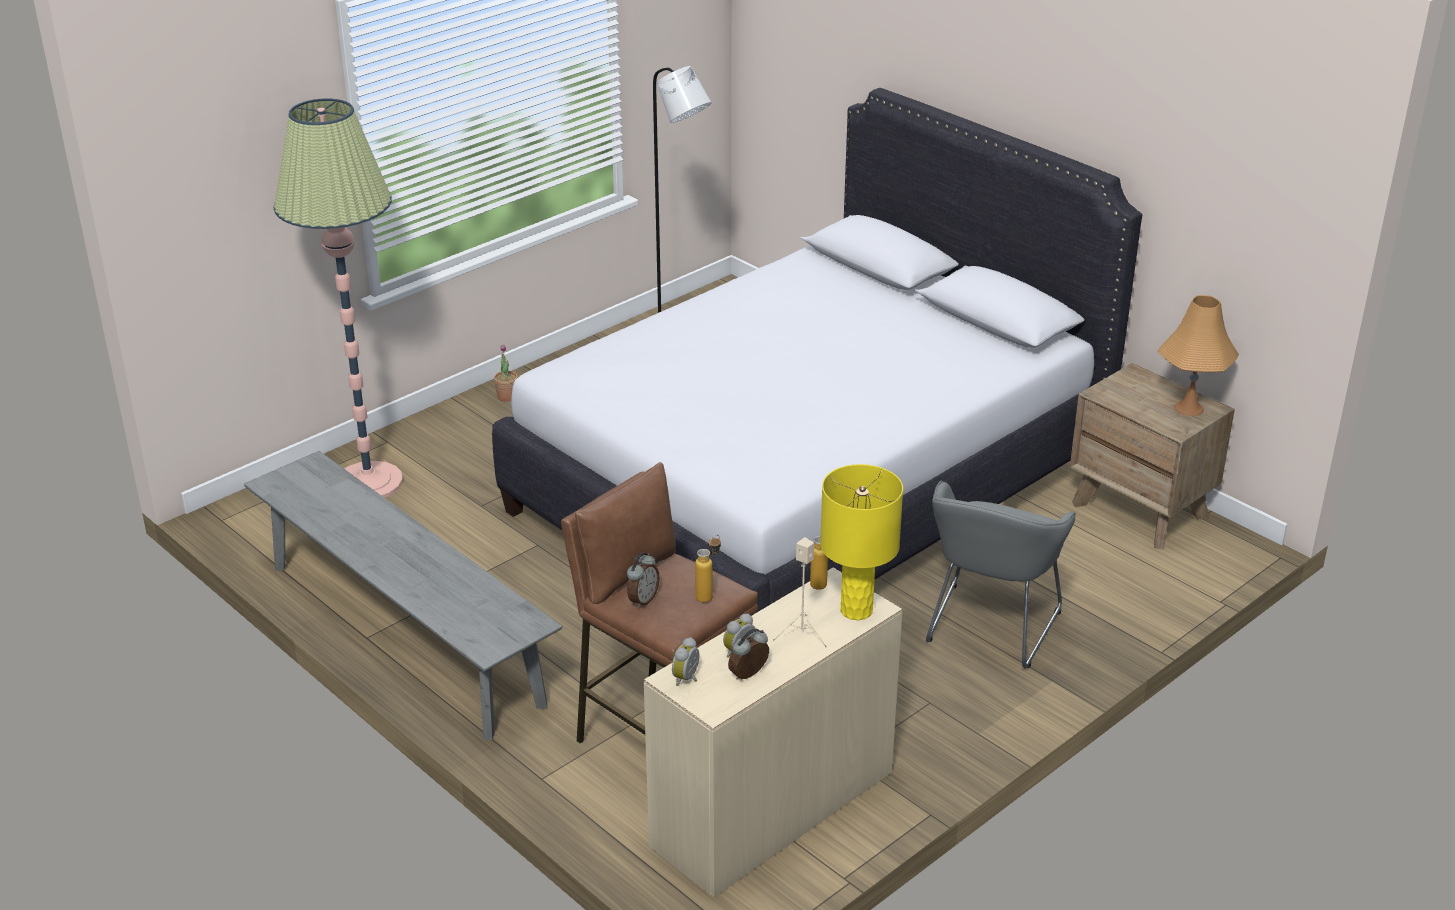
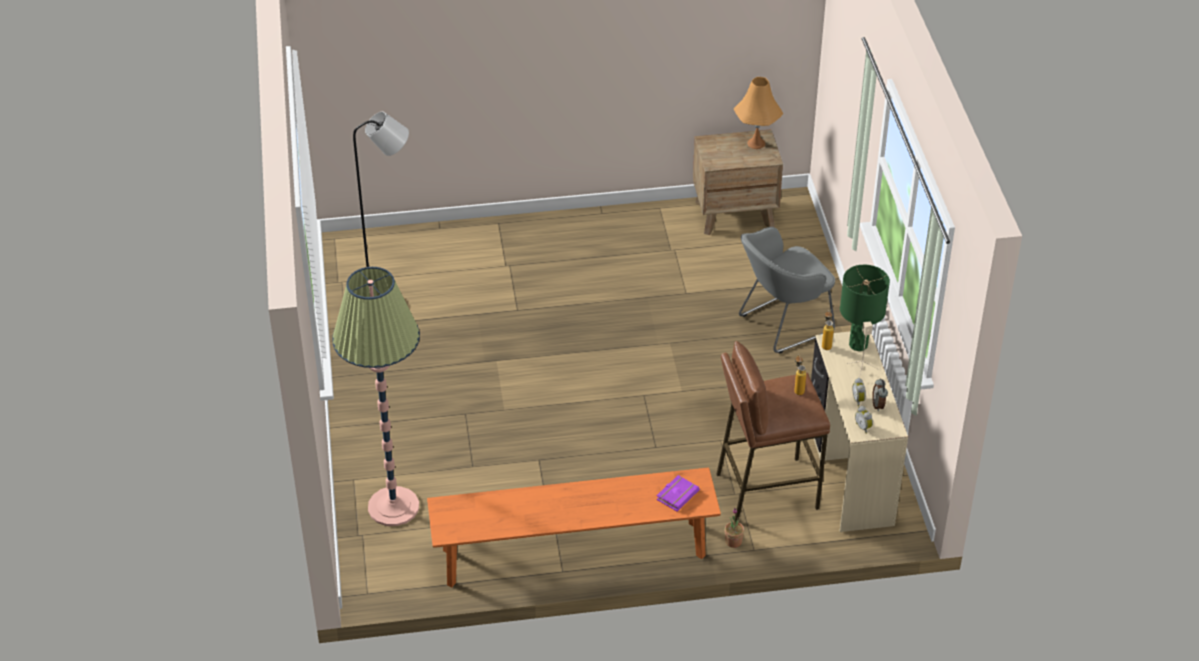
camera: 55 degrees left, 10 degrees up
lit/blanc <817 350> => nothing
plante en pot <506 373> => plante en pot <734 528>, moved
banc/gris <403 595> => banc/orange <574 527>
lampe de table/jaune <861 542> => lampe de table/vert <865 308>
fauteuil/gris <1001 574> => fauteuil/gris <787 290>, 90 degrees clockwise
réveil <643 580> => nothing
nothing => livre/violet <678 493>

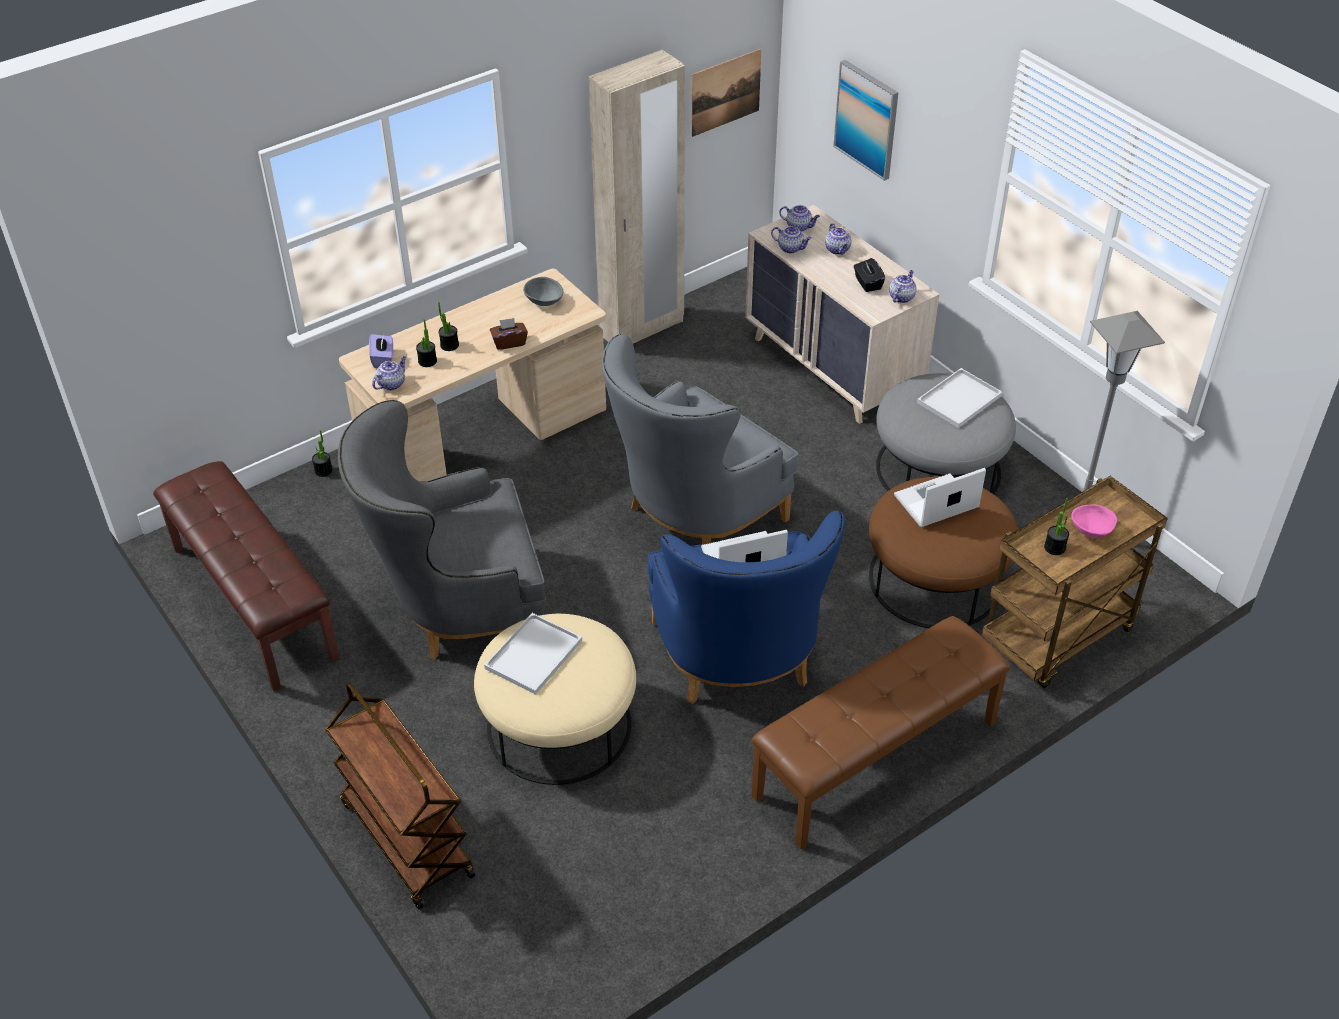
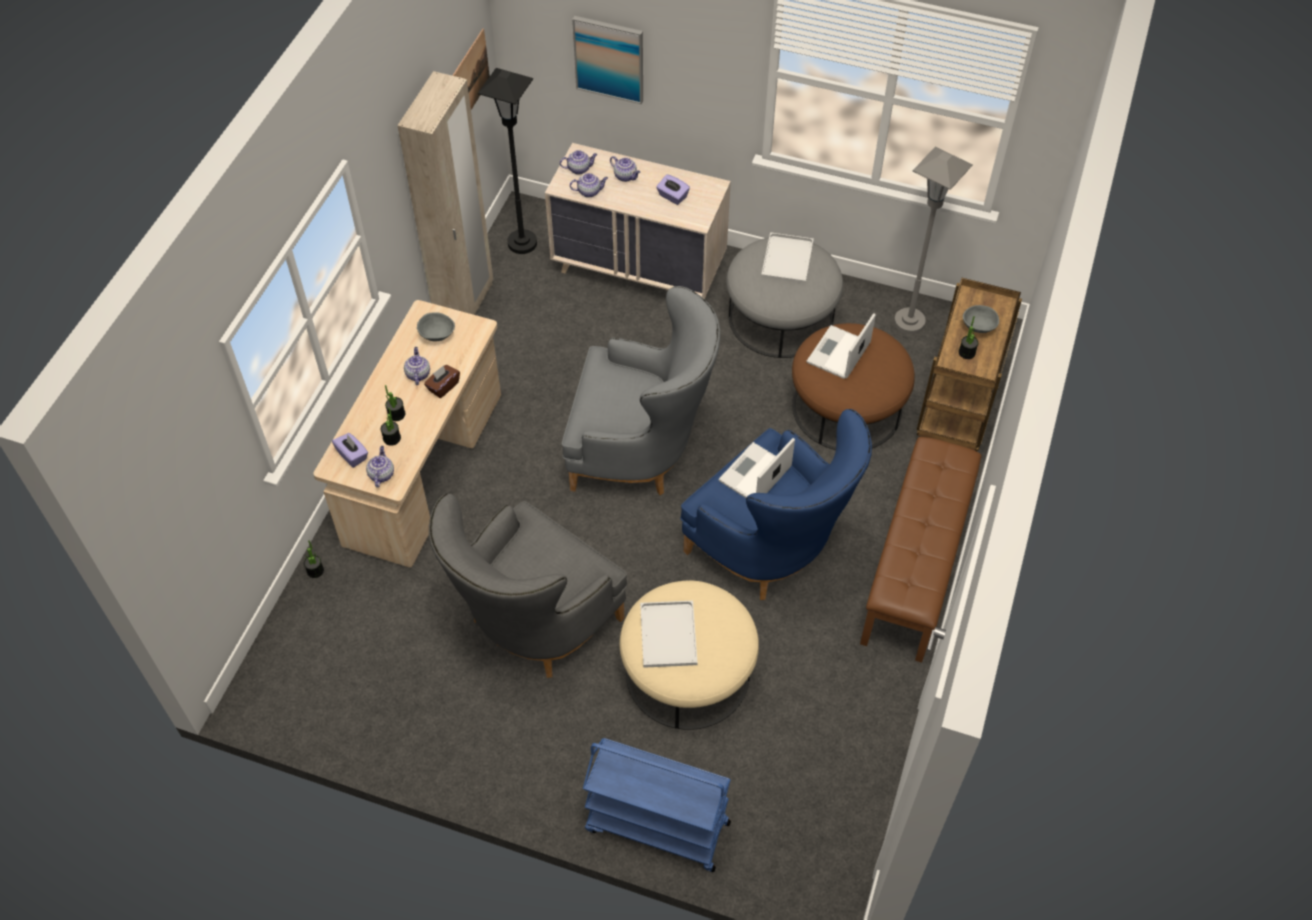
camera: 35 degrees left, 10 degrees up
boîte à mouchoirs/noir <869 275> => boîte à mouchoirs/violet <673 189>
théière <903 286> => théière <417 366>, moved
fauteuil/gris <700 439> => fauteuil/gris <641 390>, 90 degrees counterclockwise
banc/marron <246 576> => nothing
bol/rose <1094 521> => bol/gris <981 319>
chariot/marron <400 795> => chariot/bleu <657 805>
nothing => lampadaire/noir <507 161>

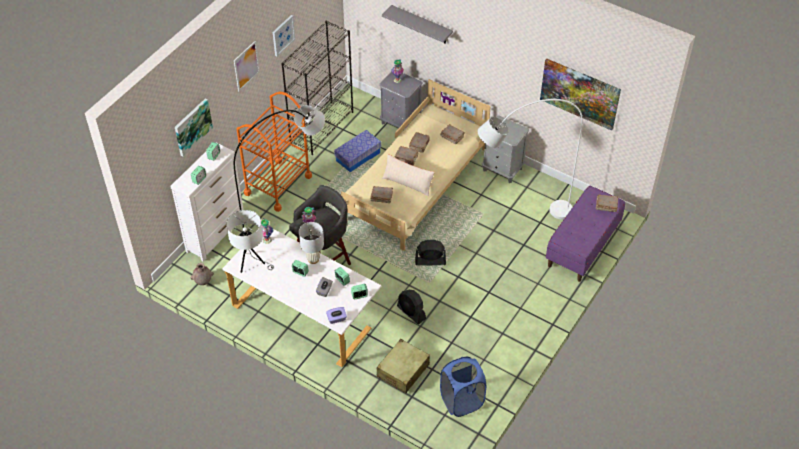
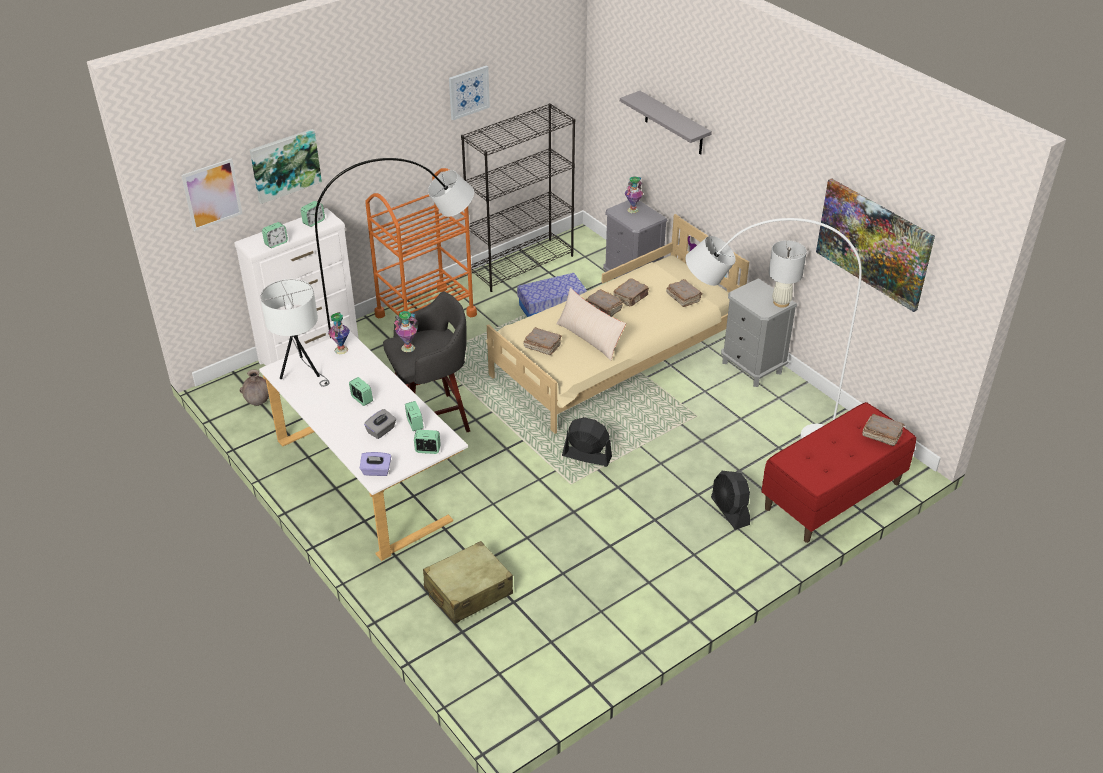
camera: 20 degrees right, 10 degrees down
tableau <247 66> => tableau <212 194>, moved
banc/violet <585 234> => banc/rouge <838 472>
lampe de table/blanc <311 243> => lampe de table/blanc <788 274>, moved
ventilateur/noir <411 307> => ventilateur/noir <730 500>, moved
panier à linge/bleu <463 387> => nothing

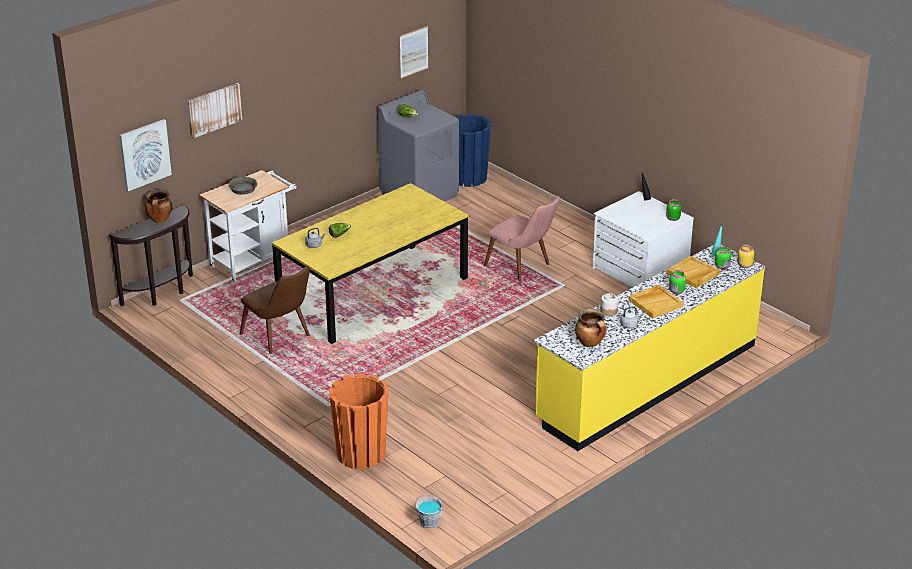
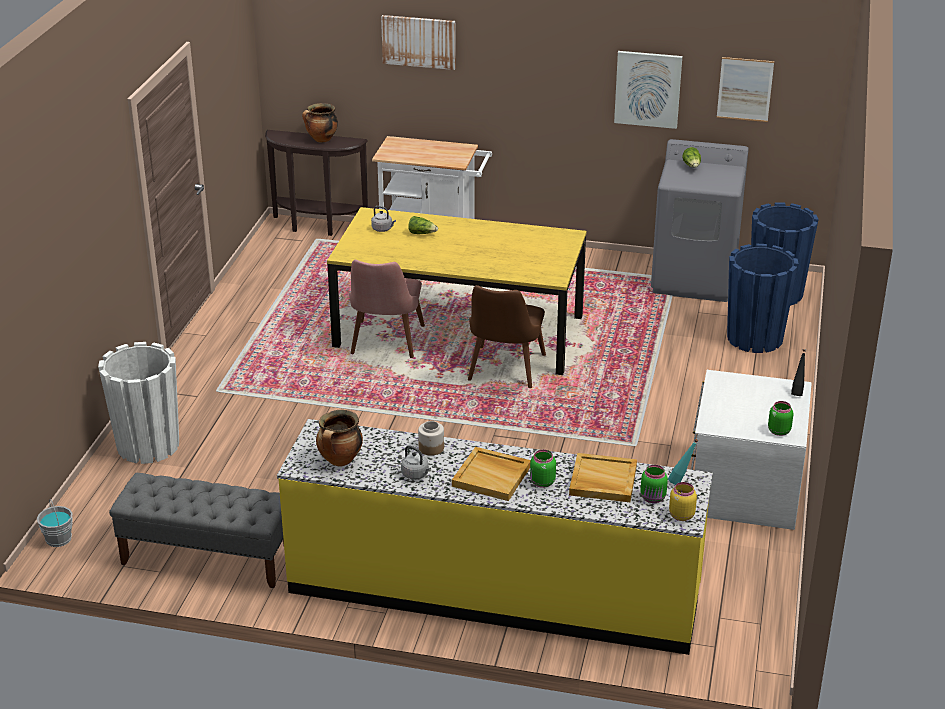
camera: 55 degrees right, 0 degrees up
tableau <145 155> => tableau <648 90>, moved
bol/gris <243 186> => nothing
chaise/rose <522 239> => chaise/rose <387 309>, moved
chaise/marron <275 310> => chaise/marron <507 336>, moved
cache-pot/orange <359 421> => cache-pot/blanc <138 403>
nothing => cache-pot/bleu <763 298>
nothing => banc/gris <196 530>

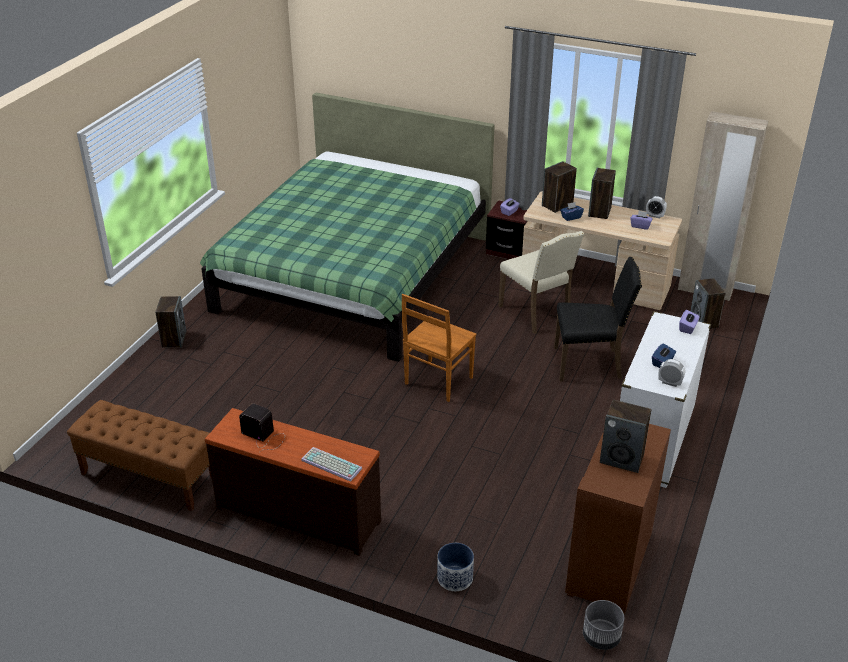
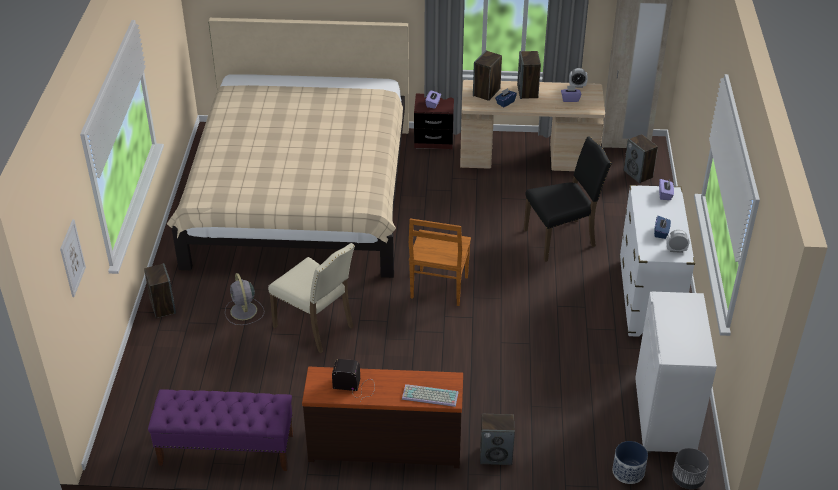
camera: 20 degrees left, 5 degrees up
lit/vert <347 227> => lit/beige <288 148>
chaise/beige <541 282> => chaise/beige <311 298>, moved
banc/marron <139 455> => banc/violet <220 430>
enceinte <625 436> => enceinte <497 439>, moved
meuble de rangement/marron <618 519> => meuble de rangement/blanc <676 372>
cache-pot <455 567> => cache-pot <630 462>, moved
nothing => tableau <73 258>
nothing => ventilateur/gris <244 299>

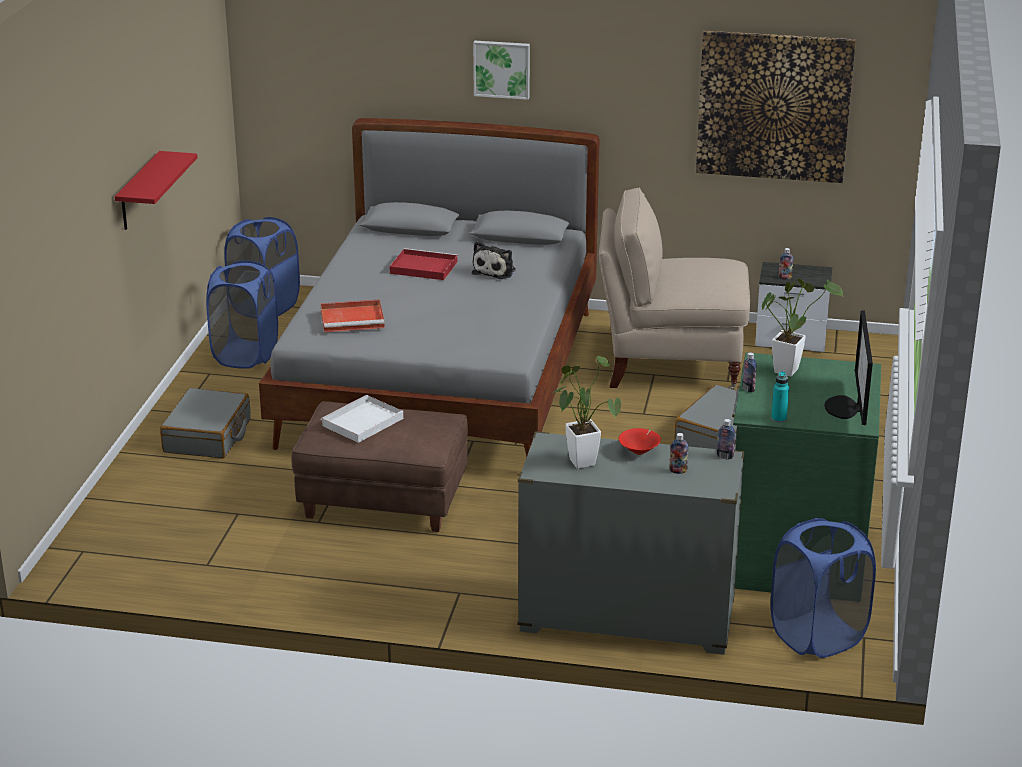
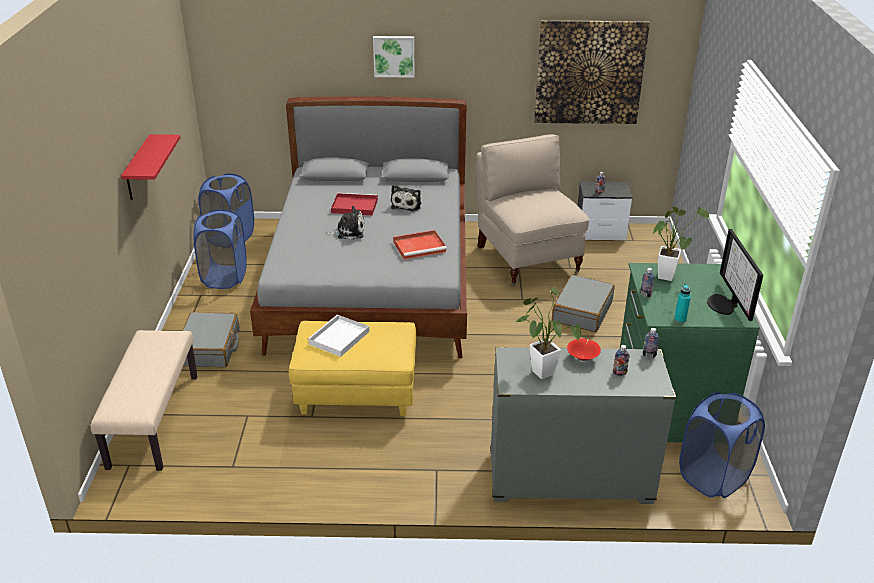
camera: 10 degrees left, 5 degrees up
chaise/beige <674 288> => chaise/beige <532 210>, 75 degrees clockwise
plateau/rouge <352 315> => plateau/rouge <420 245>, moved
pouf/marron <380 466> => pouf/jaune <353 368>
nothing => peluche <345 223>
nothing => banc/beige <144 400>

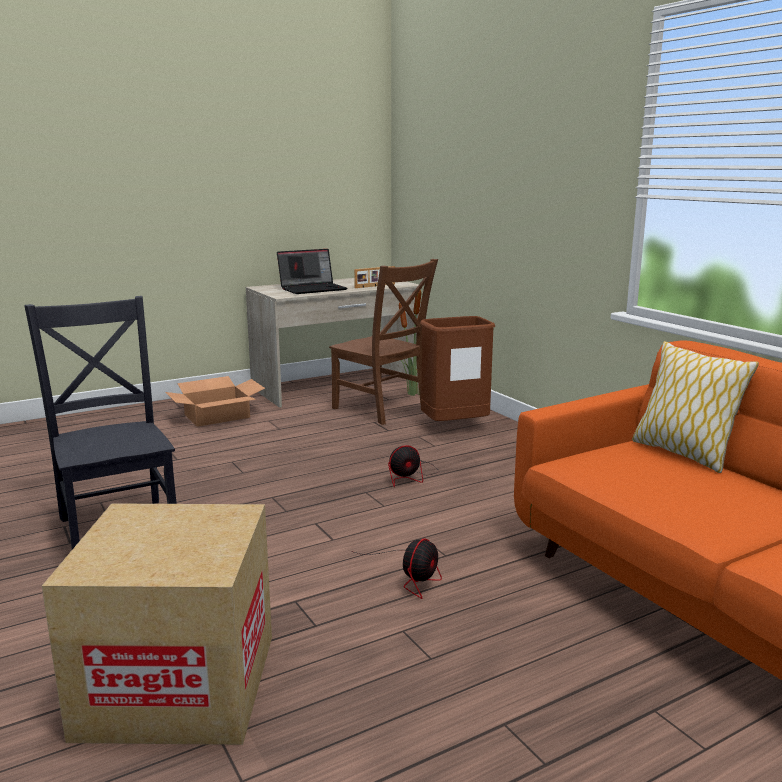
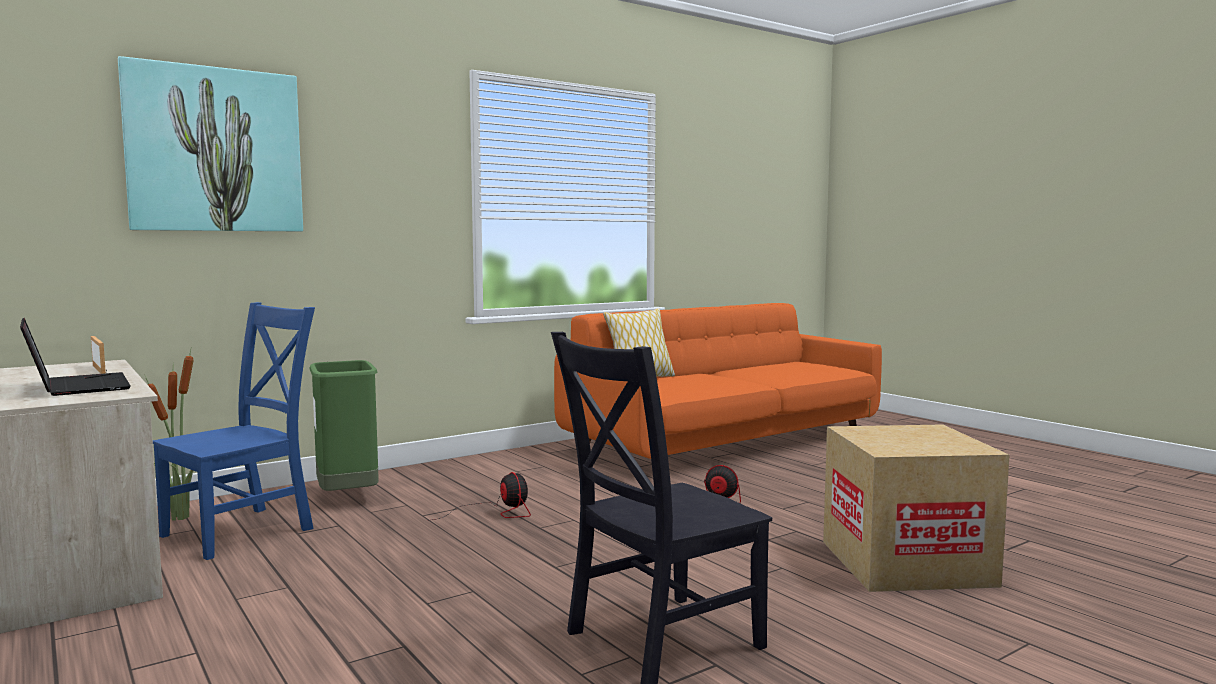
camera: 95 degrees left, 10 degrees down
chaise/marron <383 342> => chaise/bleu <234 431>
poubelle/marron <457 368> => poubelle/vert <344 425>
carton <215 401> => nothing
nothing => tableau <210 144>

